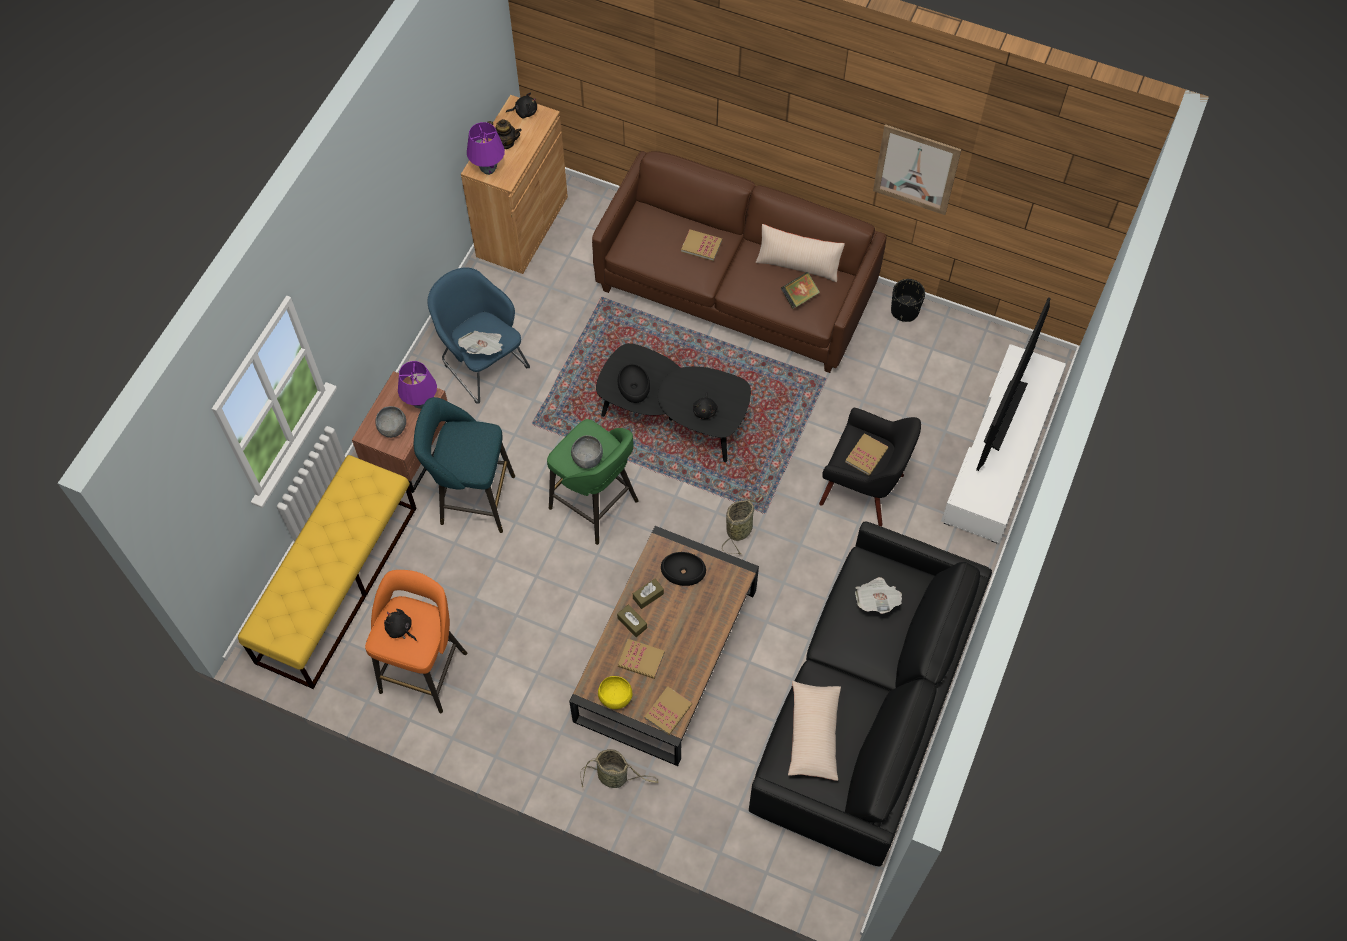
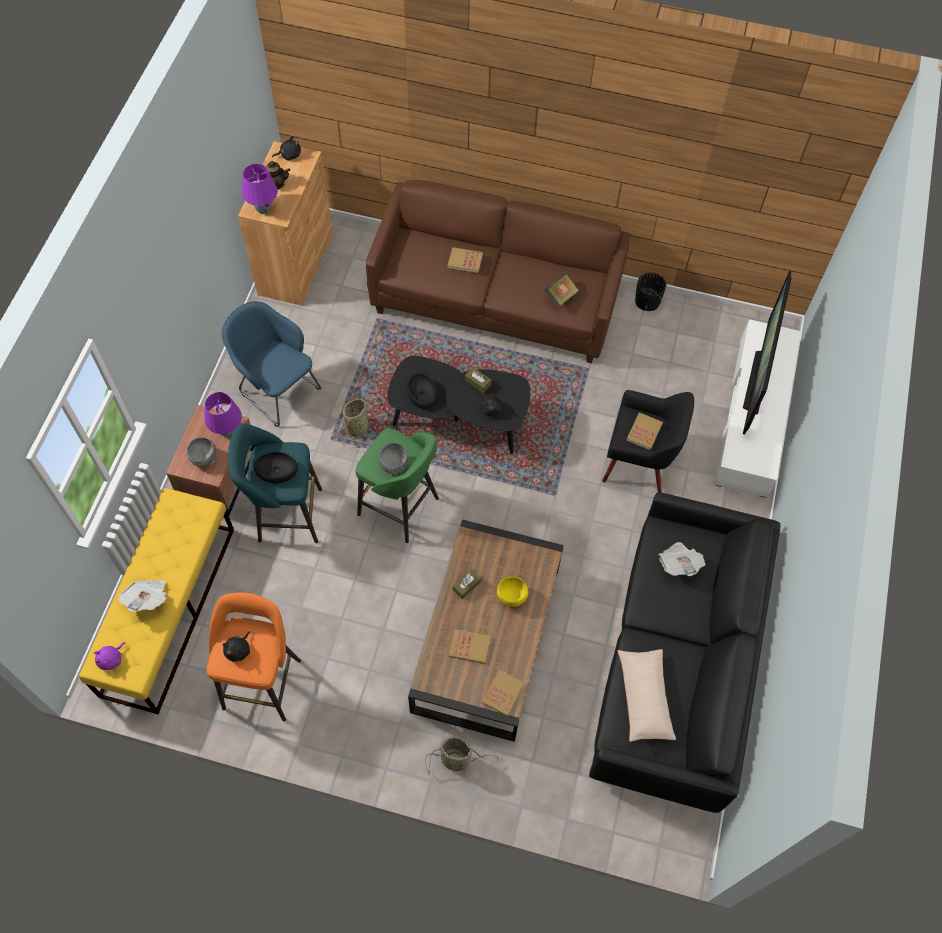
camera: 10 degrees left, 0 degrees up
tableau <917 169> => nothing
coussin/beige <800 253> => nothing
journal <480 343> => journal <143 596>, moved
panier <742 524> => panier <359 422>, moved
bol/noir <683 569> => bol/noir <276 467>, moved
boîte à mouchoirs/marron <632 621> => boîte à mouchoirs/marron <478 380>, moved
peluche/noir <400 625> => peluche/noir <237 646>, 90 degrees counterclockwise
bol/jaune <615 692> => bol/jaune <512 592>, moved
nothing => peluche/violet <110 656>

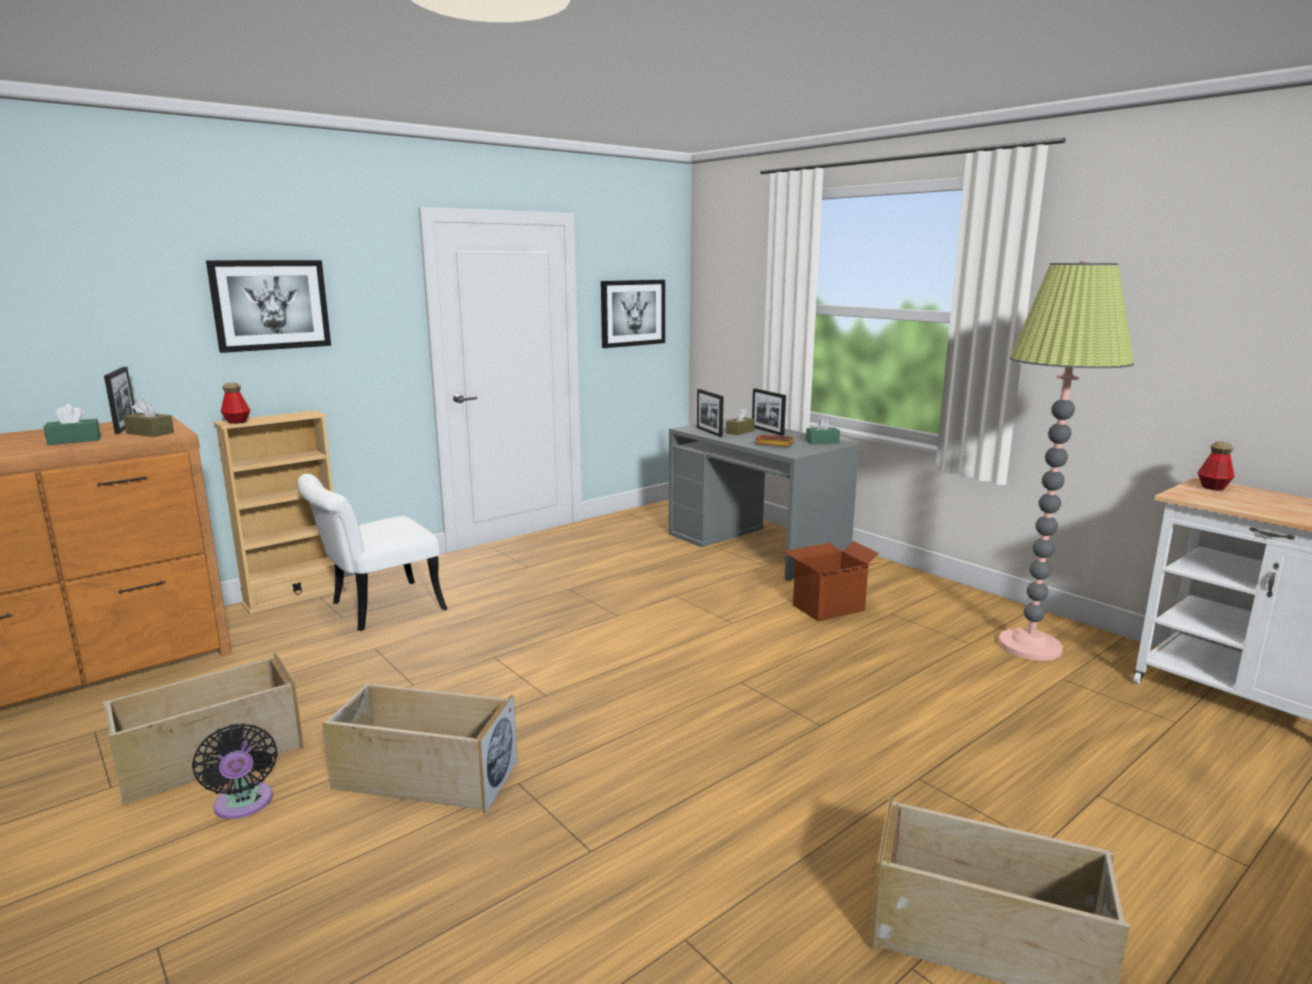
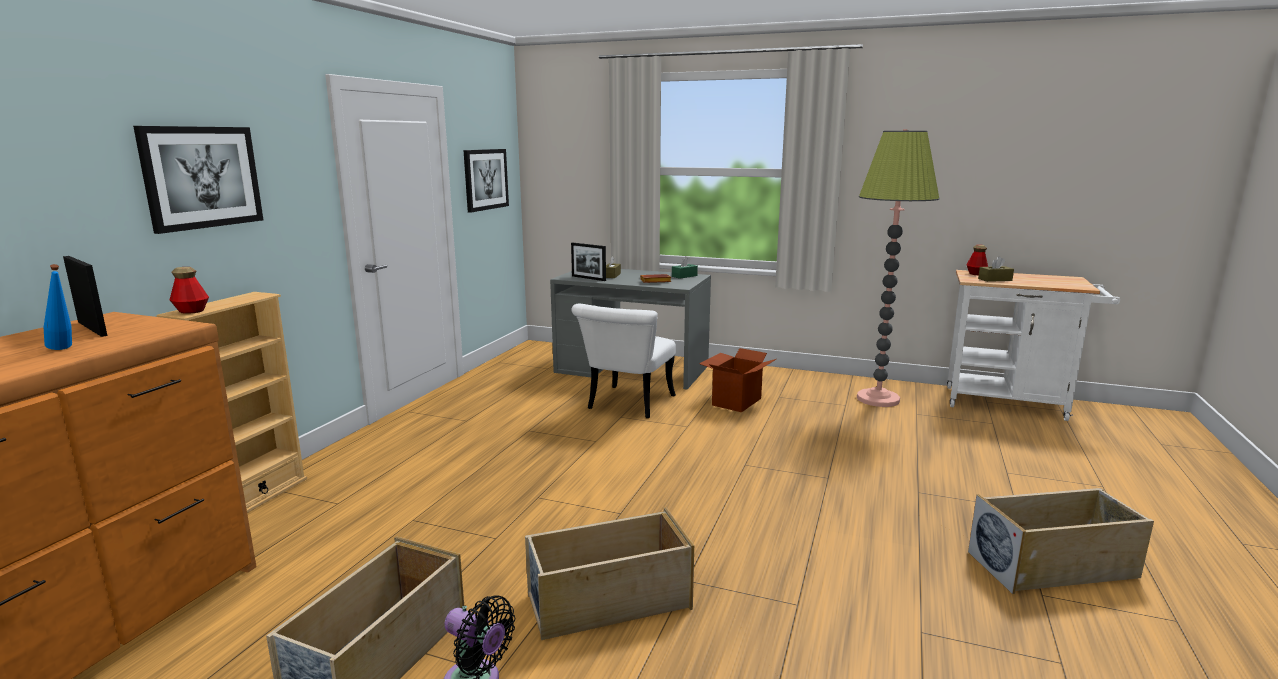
camera: 30 degrees left, 0 degrees up
cadre photo <769 412> => nothing
boîte à mouchoirs/marron <148 418> => boîte à mouchoirs/marron <996 269>, moved
boîte à mouchoirs/vert <72 424> => bouteille/bleu <58 307>
chaise/blanc <372 552> => chaise/blanc <623 361>, moved

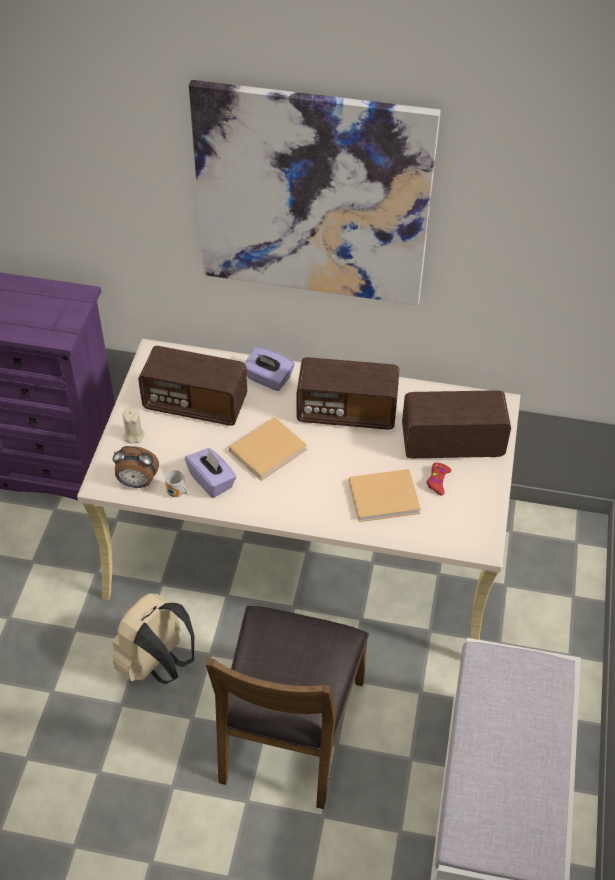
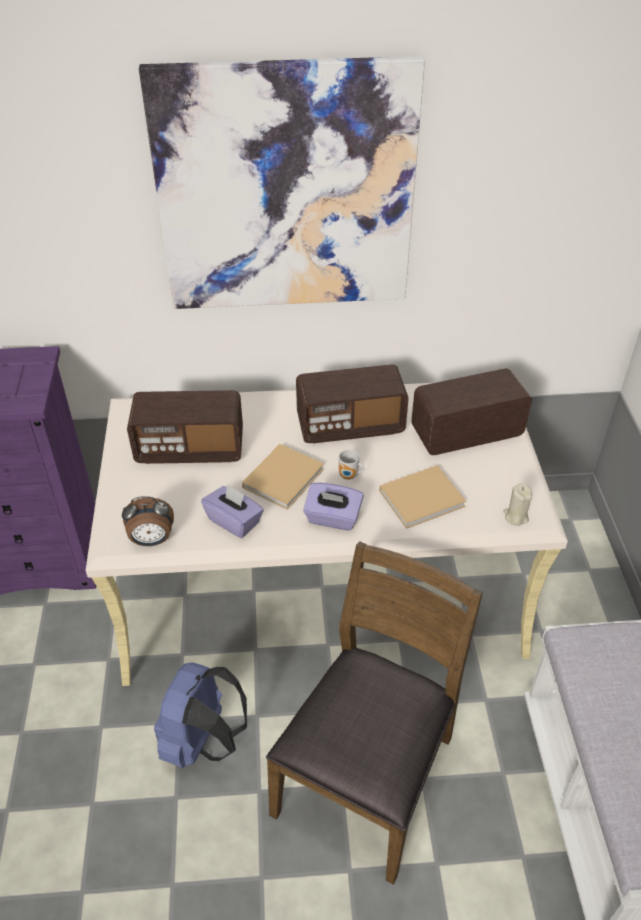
camera: 15 degrees left, 5 degrees down
boîte à mouchoirs/violet <269 368> => boîte à mouchoirs/violet <333 506>, moved
bougie/beige <133 426> => bougie/beige <517 504>, moved
manette/rouge <439 479> => nothing
mug <176 483> => mug <351 465>, moved
sac à dos/beige <153 638> => sac à dos/bleu <200 715>
chaise/marron <287 707> => chaise/marron <374 713>, 150 degrees counterclockwise

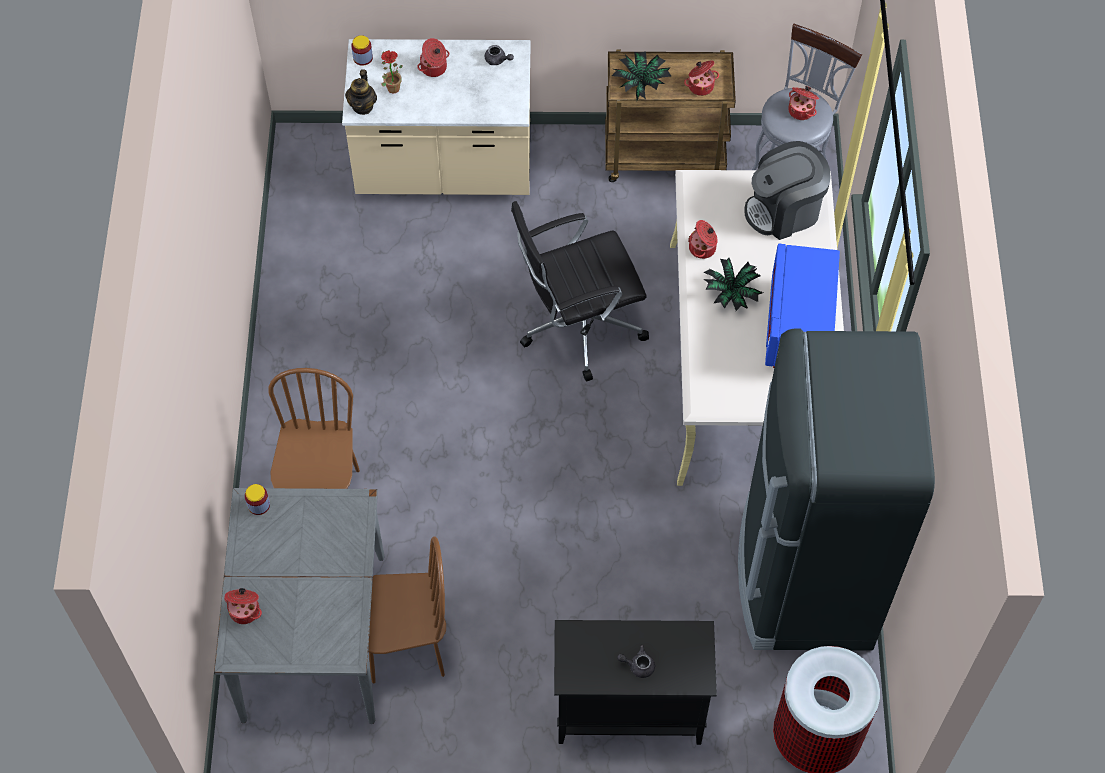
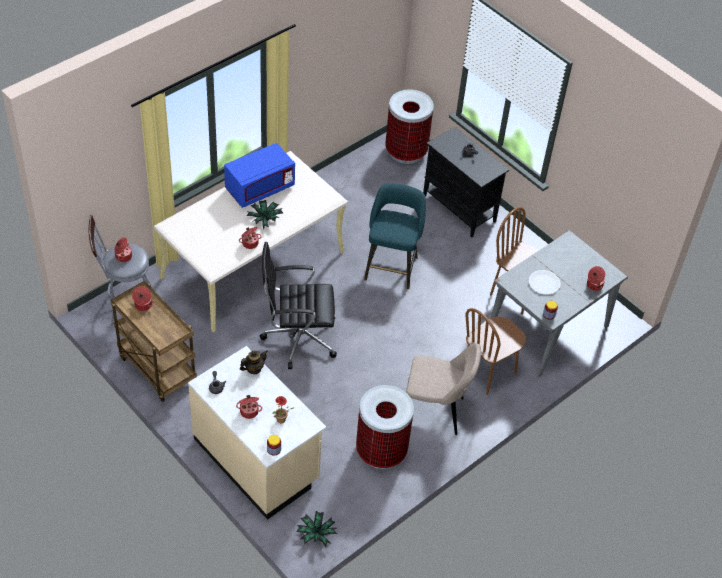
camera: 135 degrees left, 10 degrees down
plante en pot <642 75> => plante en pot <317 529>, moved
théière <361 92> => théière <254 362>, moved
machine à café <787 190> => nothing
chaise de bureau/noir <580 291> => chaise de bureau/noir <298 305>, 150 degrees clockwise
réfrigérateur/noir <836 489> => nothing
nothing => tabouret/turquoise <395 236>
nothing => assiette/blanc <545 282>
nothing => chaise/beige <443 389>
nothing => poubelle <385 427>

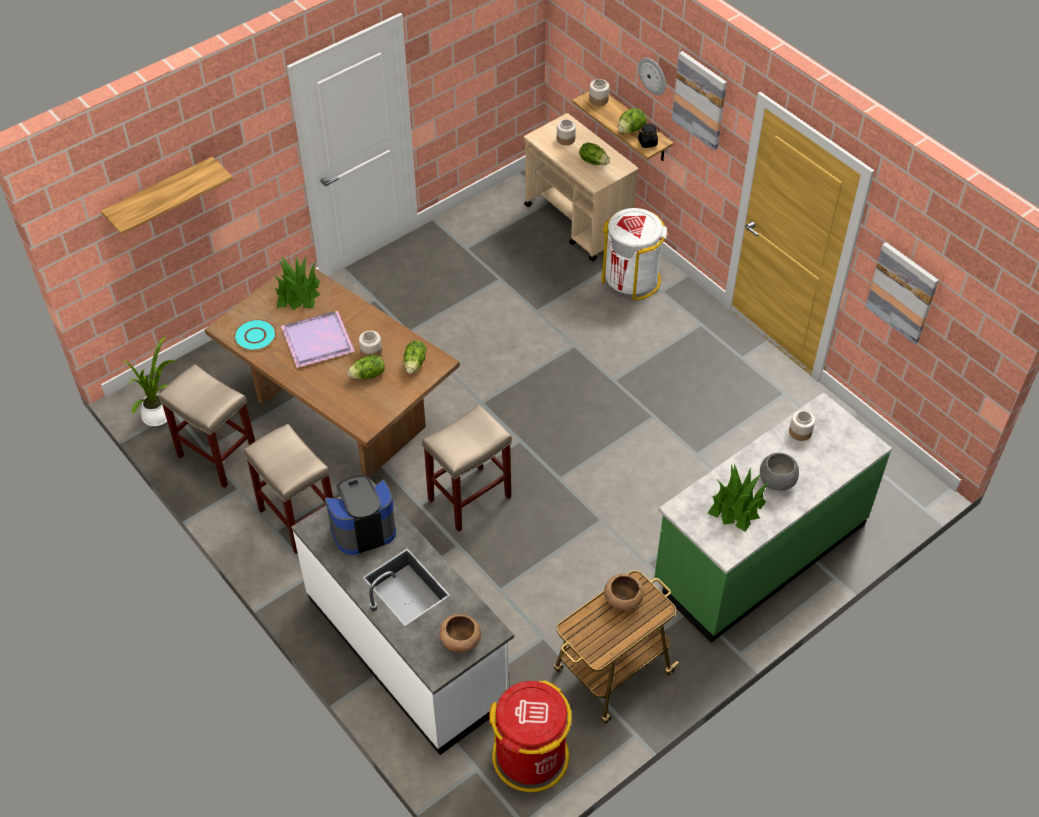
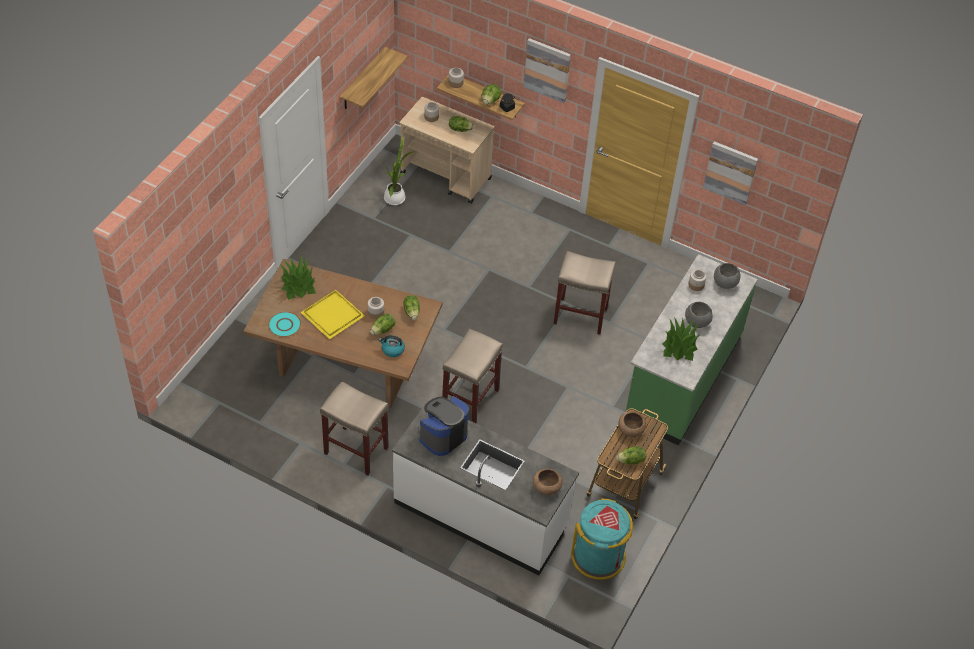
camera: 25 degrees left, 0 degrees up
horloge murale <652 76> => nothing
étagère <167 196> => étagère <373 78>, moved
poubelle/blanc <635 254> => nothing
plateau/violet <318 339> => plateau/jaune <333 314>
plante en pot <148 381> => plante en pot <397 170>, moved
tabouret/beige <207 426> => tabouret/beige <585 293>, moved
poubelle/rouge <530 736> => poubelle/turquoise <602 539>
nothing => bol/gris <727 276>
nothing => bouilloire <392 346>
nothing => laitue <631 455>

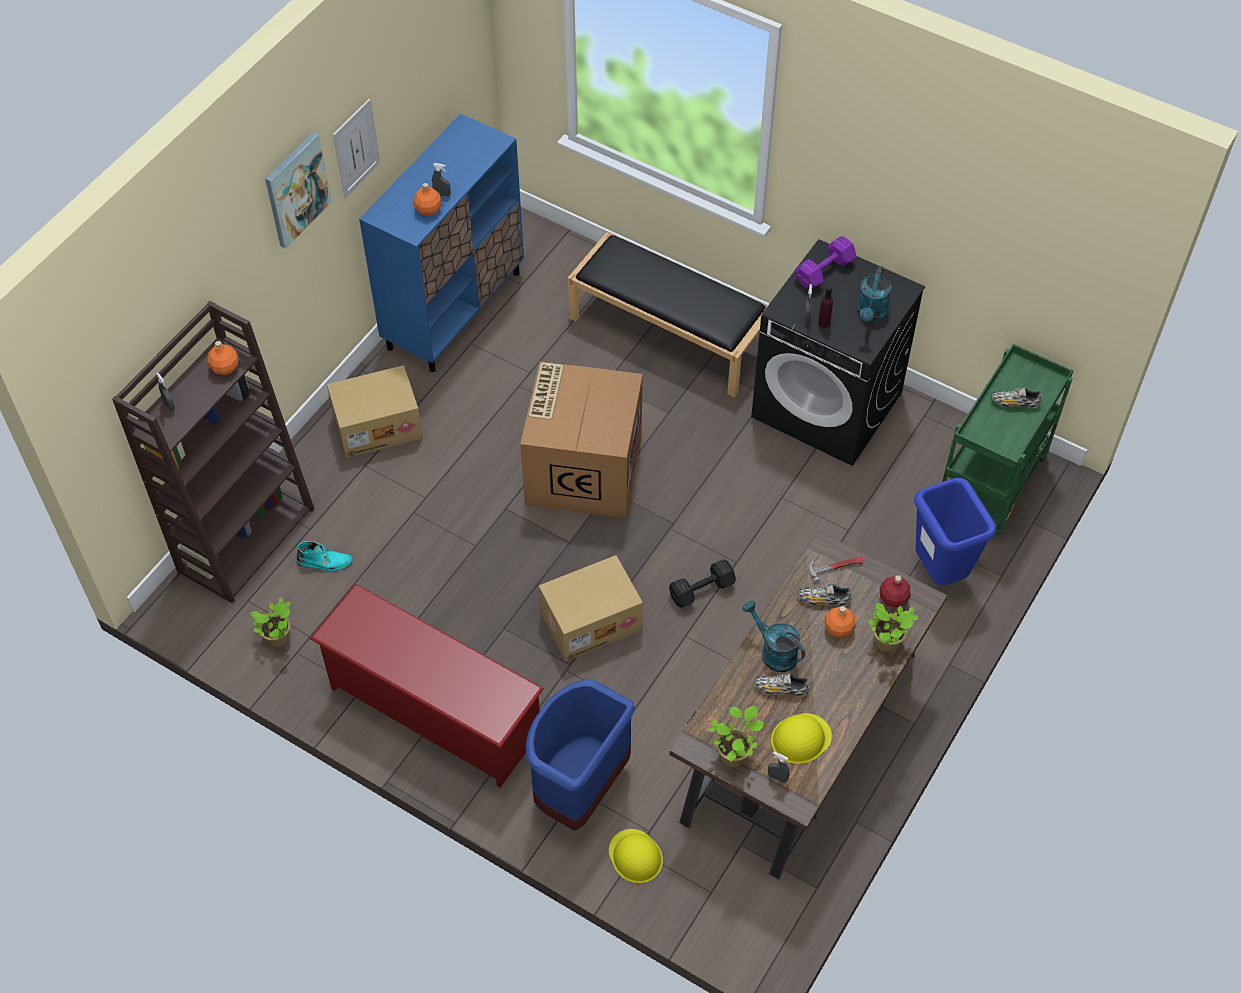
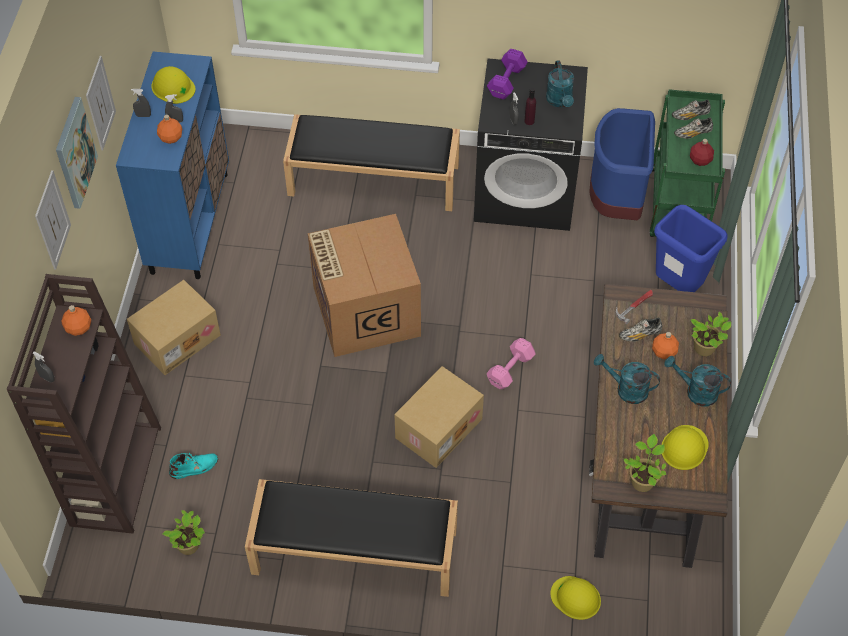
camera: 25 degrees left, 0 degrees up
haltère/noir <702 583> => haltère/rose <511 363>
bouteille/rouge <895 591> => bouteille/rouge <702 152>, moved
étagère à chaussures/rouge <427 685> => banc/noir <351 538>
chaussure <782 684> => chaussure <691 110>, moved
poubelle/bleu <580 755> => poubelle/bleu <622 164>, moved
vaporisateur/gris <779 767> => vaporisateur/gris <141 103>, moved
nothing => casque de chantier/jaune <173 85>
nothing => tableau <53 220>
nothing => arrosoir/turquoise <697 381>

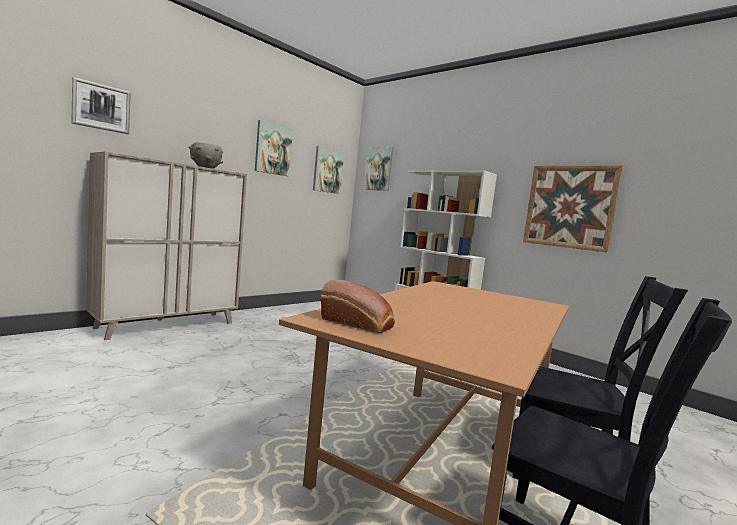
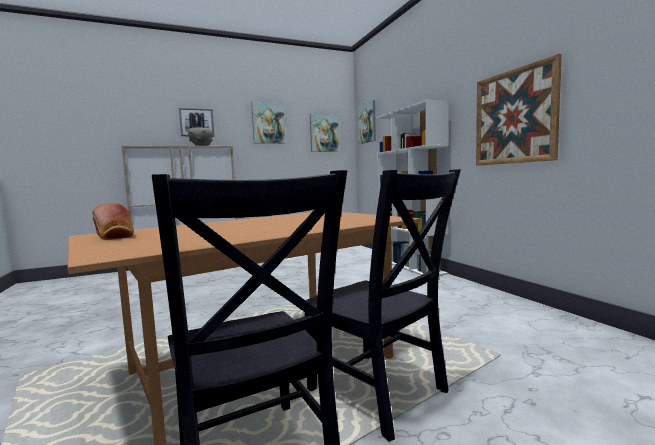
camera: 25 degrees right, 0 degrees up
tableau <101 105> => tableau <196 122>, moved

